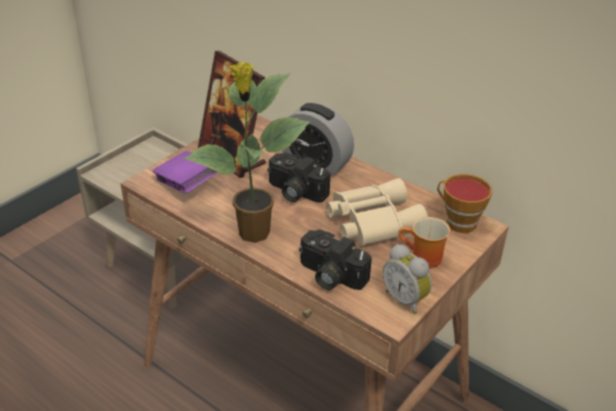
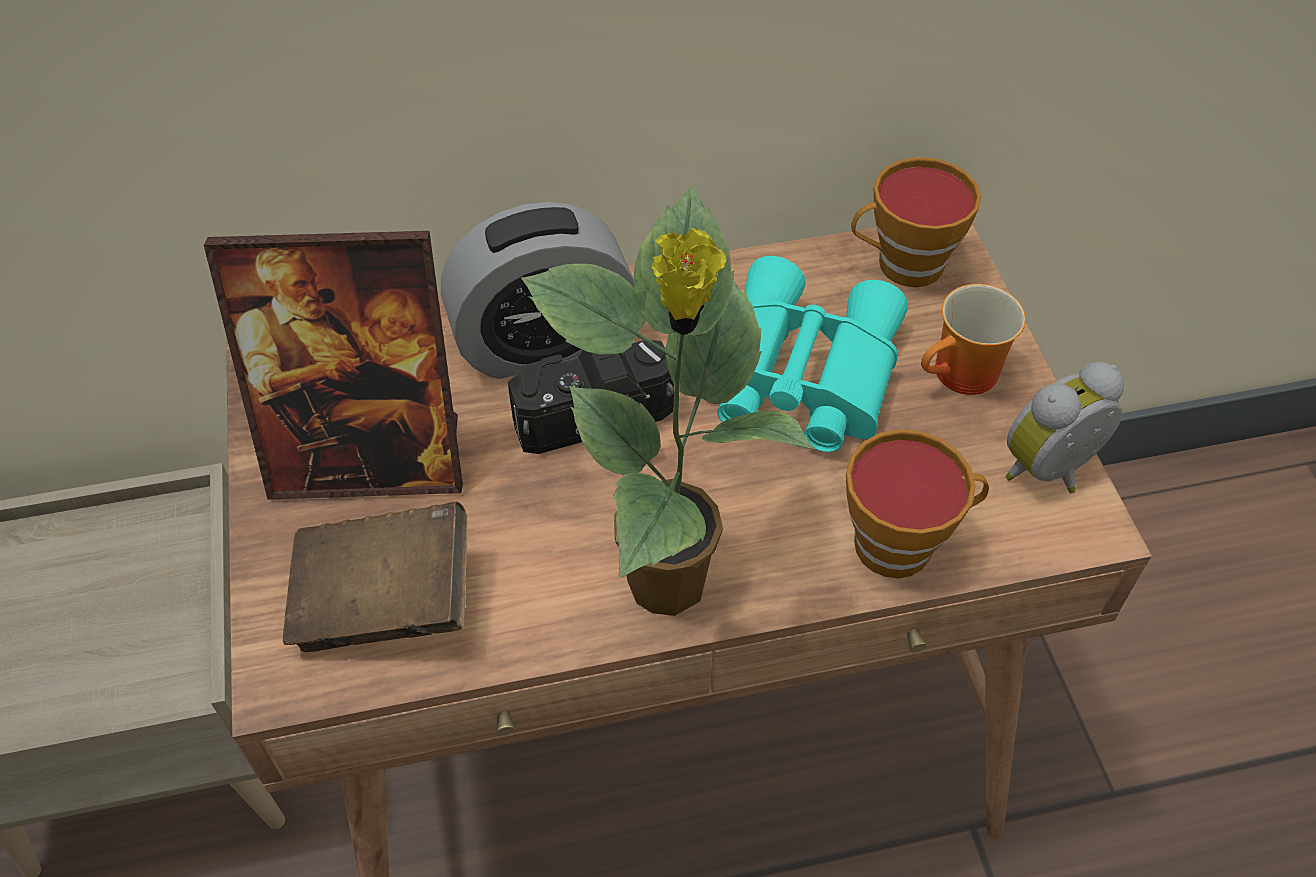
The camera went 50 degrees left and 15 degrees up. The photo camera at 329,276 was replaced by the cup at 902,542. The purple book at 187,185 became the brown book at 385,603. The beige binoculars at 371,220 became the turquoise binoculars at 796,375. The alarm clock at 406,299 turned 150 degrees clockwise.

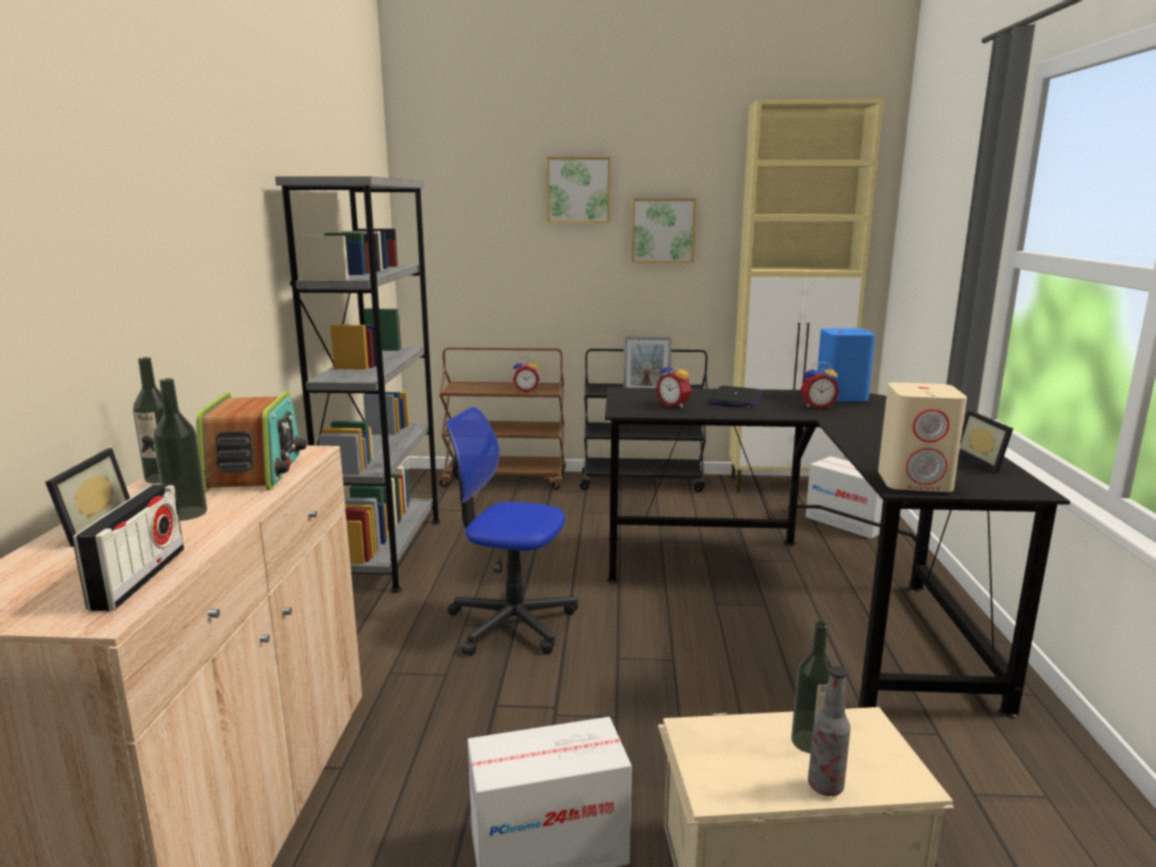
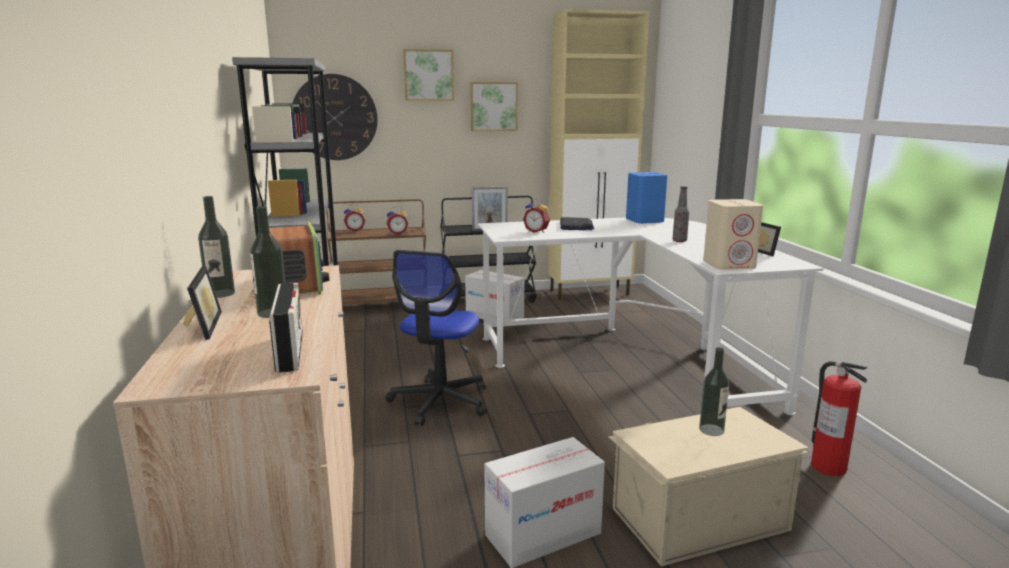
The camera went 15 degrees left and 0 degrees up. The wall clock at 334,117 appeared. The fire extinguisher at 827,466 appeared. The alarm clock moved from 817,406 to 354,230. The cardboard box moved from 847,522 to 495,316. The bottle moved from 825,786 to 679,241. The black desk at 800,591 became the white desk at 632,358. The office chair at 511,623 turned 75 degrees counterclockwise.

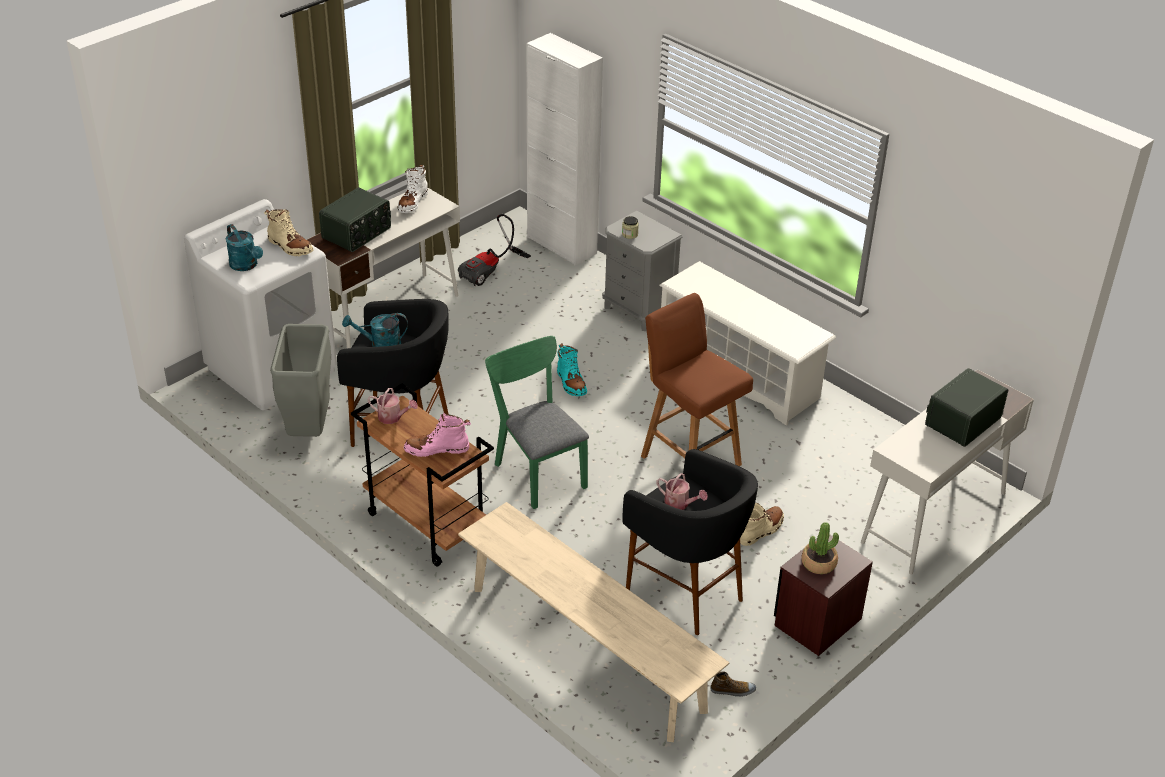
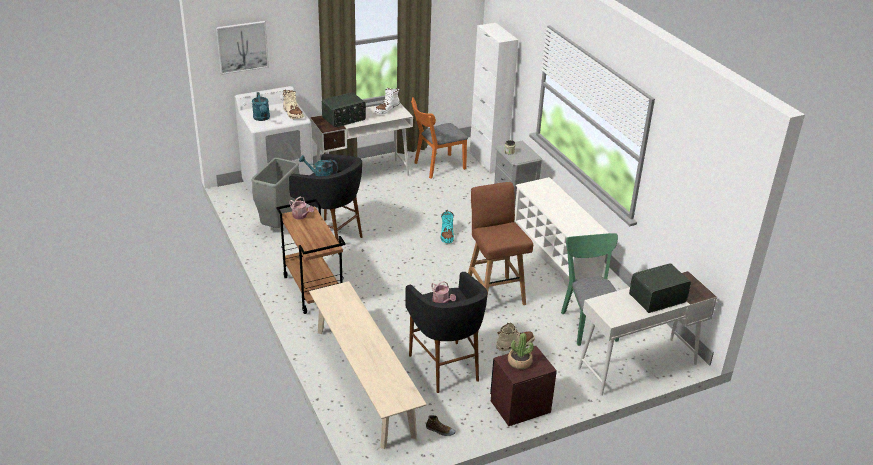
The camera went 20 degrees right and 5 degrees down. The pink boot at 437,449 disappeared. The picture at 242,47 appeared. The green chair moved from 537,471 to 588,323. The vacuum cleaner at 491,272 was replaced by the orange chair at 436,167.

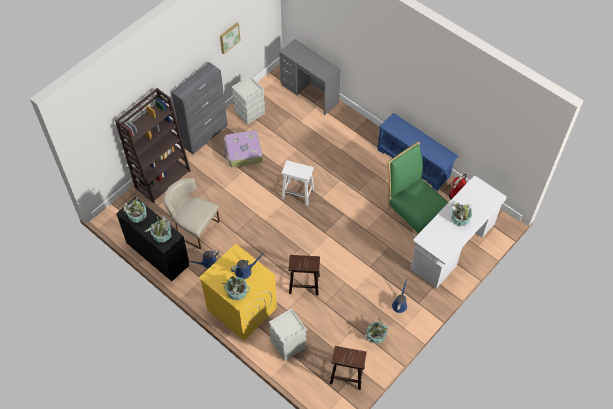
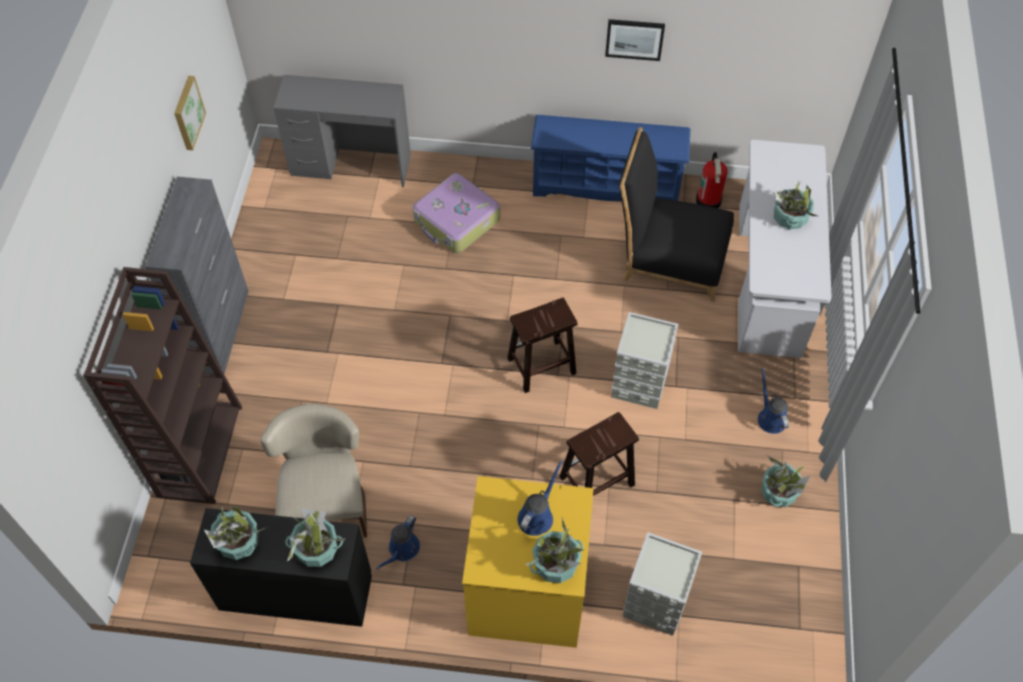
The camera went 35 degrees left and 0 degrees up. The white stool at 298,193 disappeared. The picture at 634,39 appeared. The suitcase moved from 243,152 to 456,221. The grey storage box moved from 249,112 to 639,383. The brown stool moved from 346,375 to 540,366. The green chair at 415,211 became the black chair at 668,258. The beige chair at 193,227 turned 90 degrees clockwise.

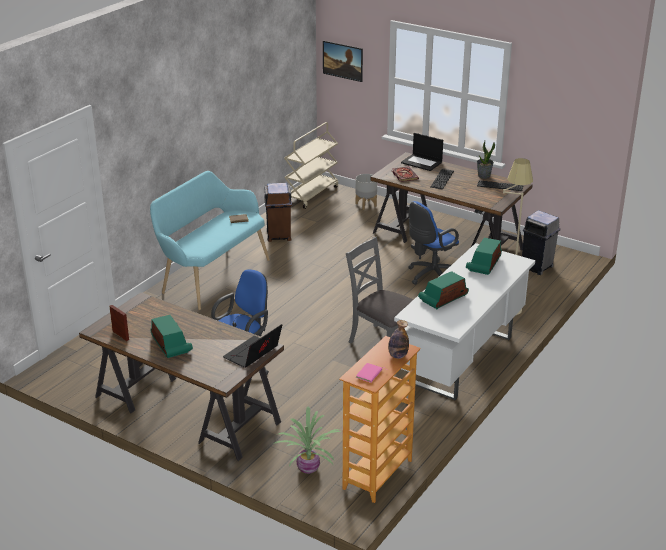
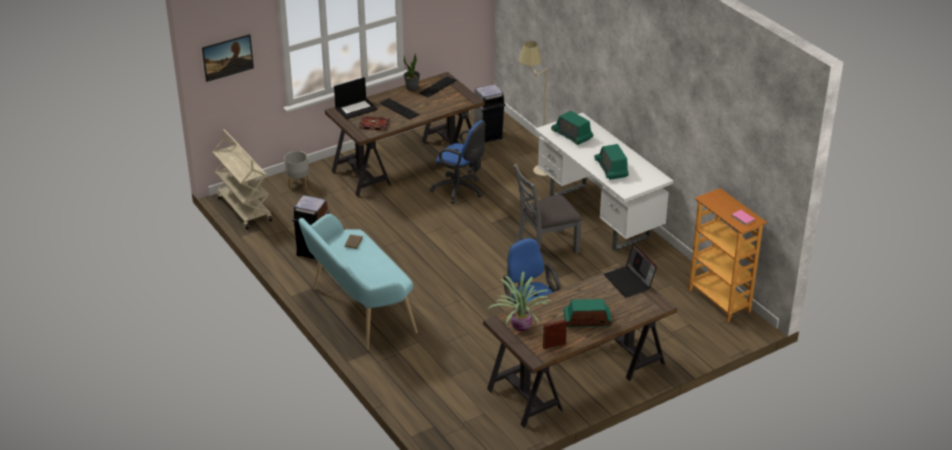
The camera went 65 degrees left and 5 degrees up. The bottle at 397,356 disappeared. The potted plant moved from 309,468 to 521,326. The blue office chair at 430,276 turned 45 degrees counterclockwise.

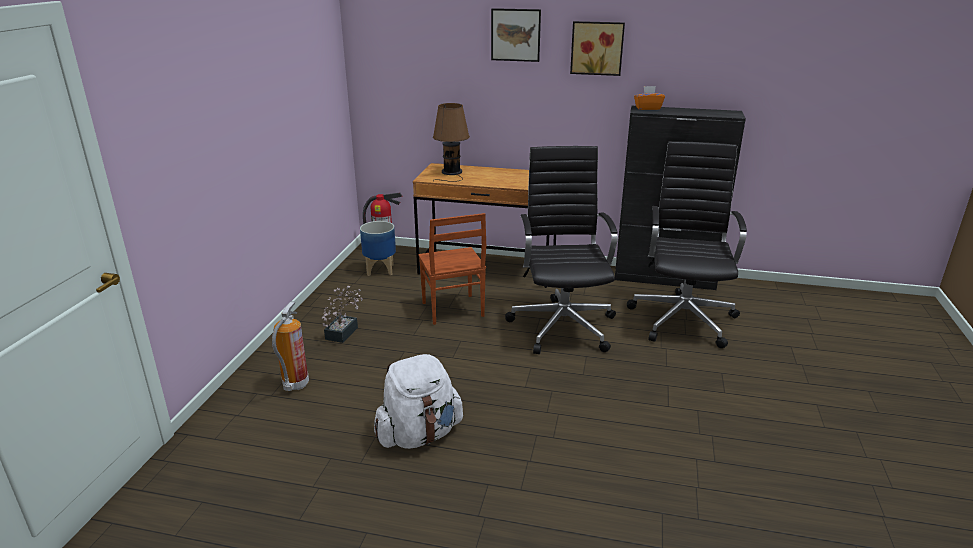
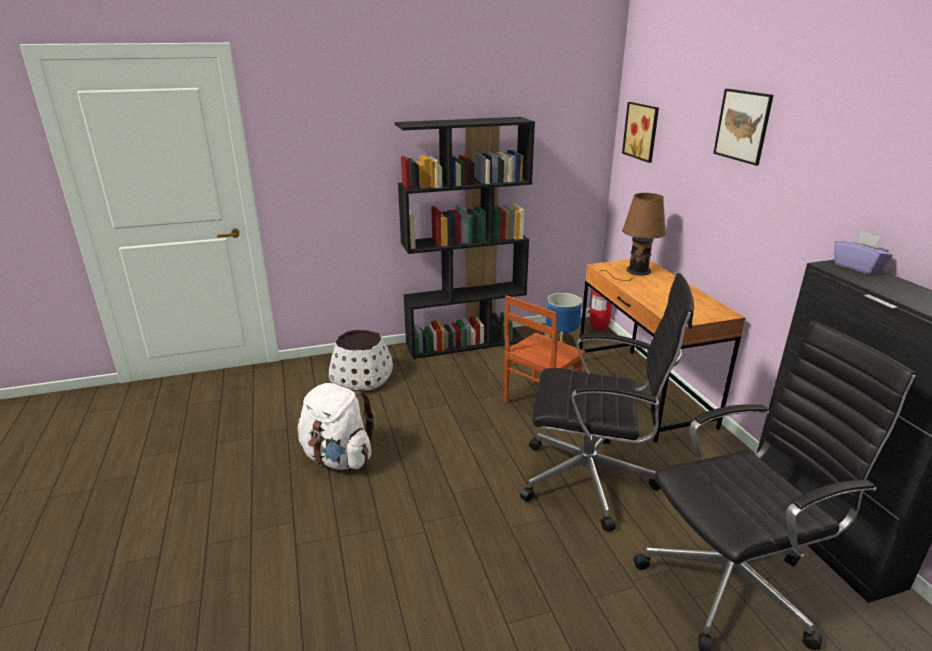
The camera went 60 degrees right and 0 degrees up. The potted plant at 344,331 disappeared. The black bookcase at 465,342 appeared. The picture moved from 597,48 to 642,131. The fire extinguisher at 295,385 was replaced by the white planter at 362,377. The orange tissue box at 647,108 became the purple tissue box at 857,267. The black office chair at 562,325 turned 45 degrees clockwise.

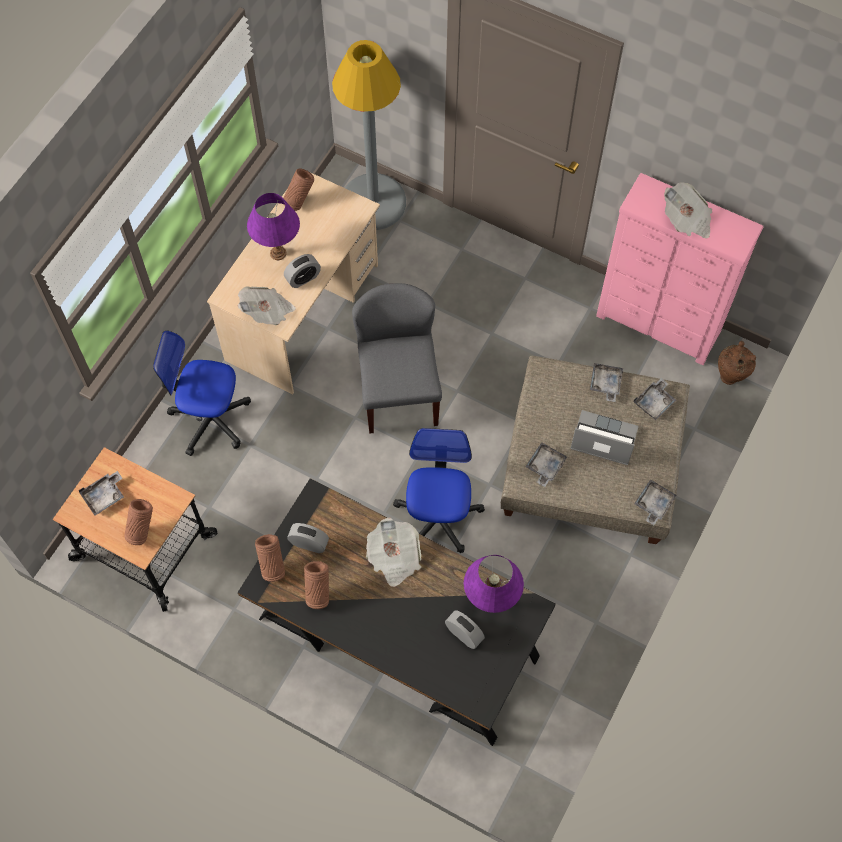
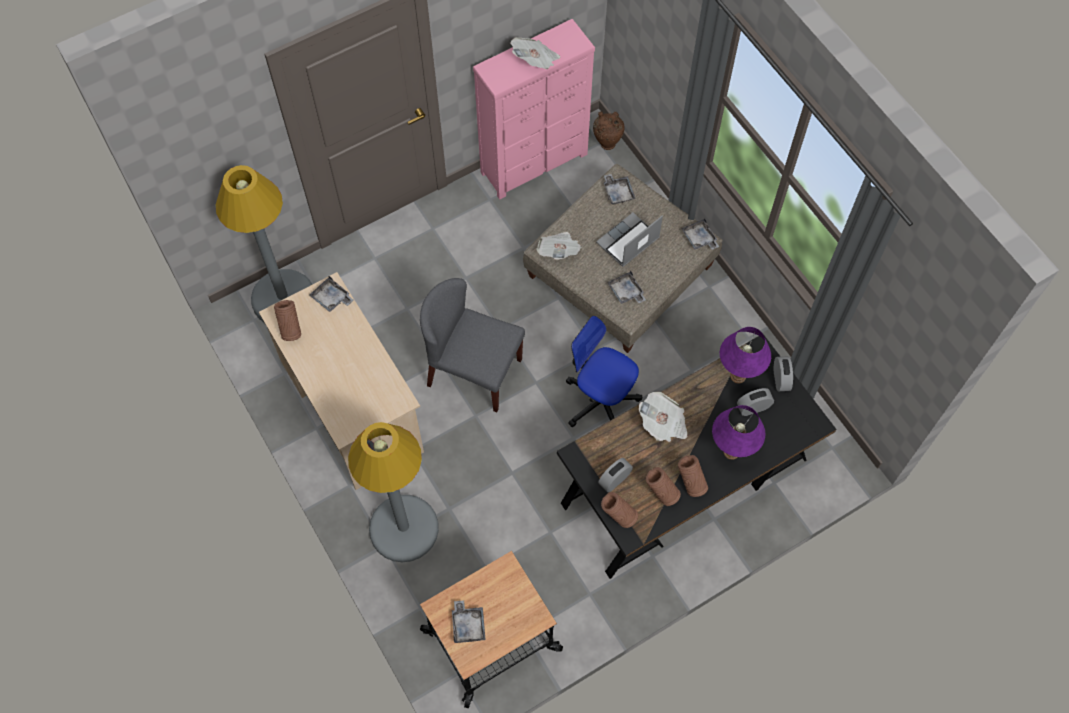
The camera went 60 degrees left and 0 degrees up. The brown vase moved from 142,530 to 690,483. The newspaper moved from 268,312 to 559,251. The purple table lamp moved from 278,253 to 731,452. The alarm clock moved from 303,278 to 780,379. The grey tray moved from 605,384 to 332,298. The office chair at 210,418 was replaced by the grey floor lamp at 403,528.

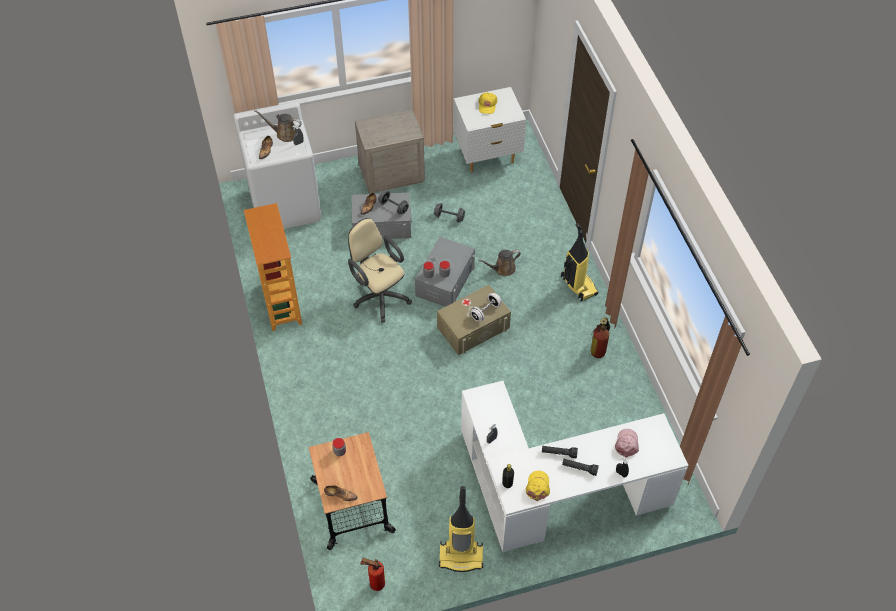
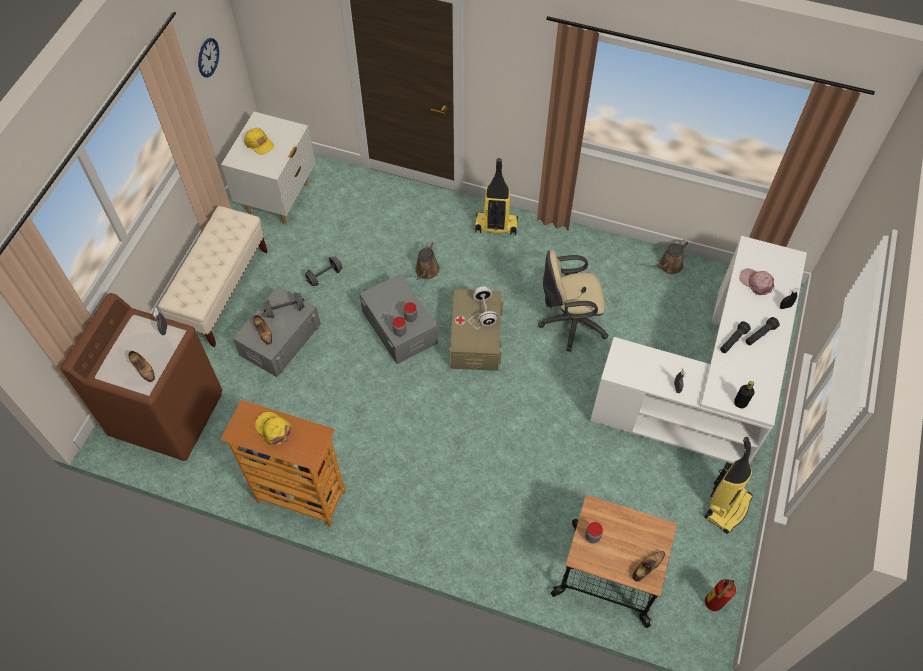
The camera went 55 degrees left and 5 degrees up. The fire extinguisher at 599,347 disappeared. The wall clock at 208,57 appeared. The brown watering can moved from 284,134 to 669,266. The beige office chair moved from 379,296 to 569,323. The yellow cap moved from 538,486 to 273,429. The beige nightstand at 391,174 was replaced by the beige bench at 222,291. The white washing machine at 286,205 became the brown washing machine at 168,414.

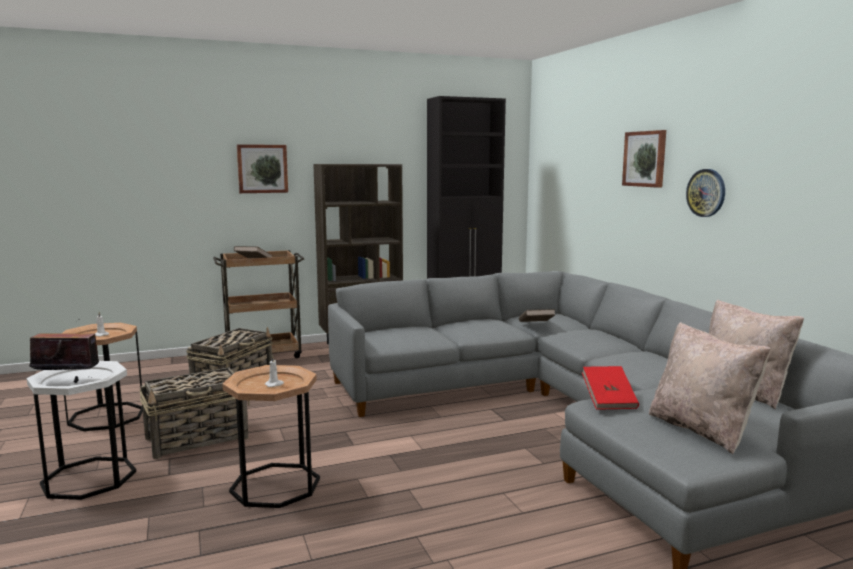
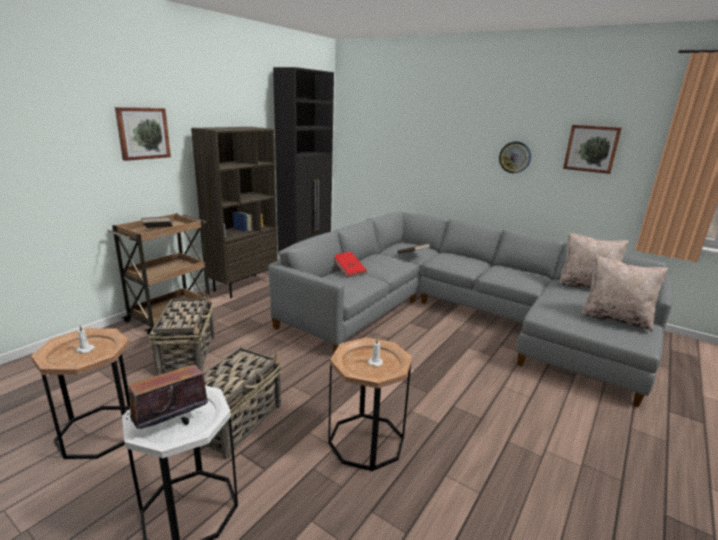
The camera went 35 degrees left and 10 degrees up. The red book moved from 609,400 to 349,271. The picture moved from 645,159 to 591,148.

